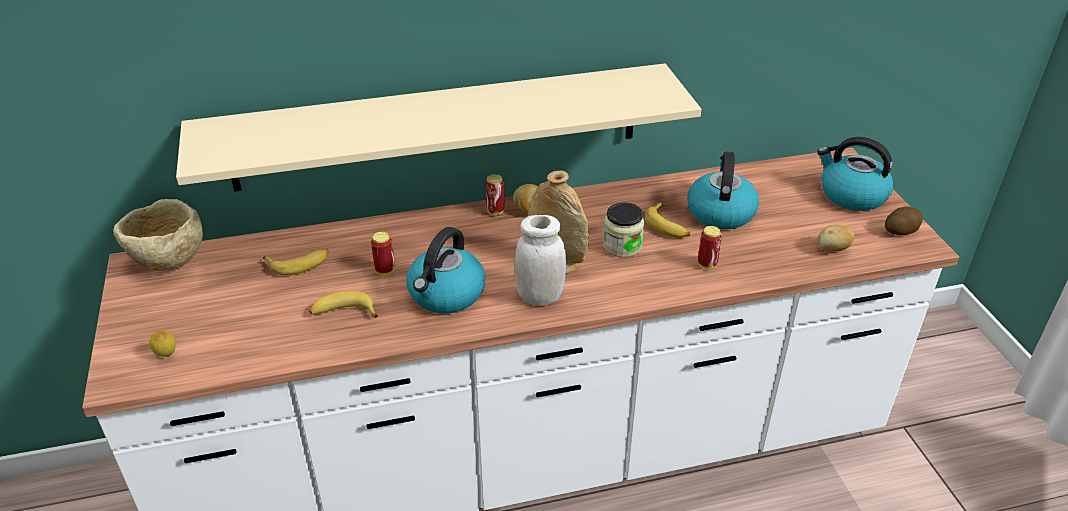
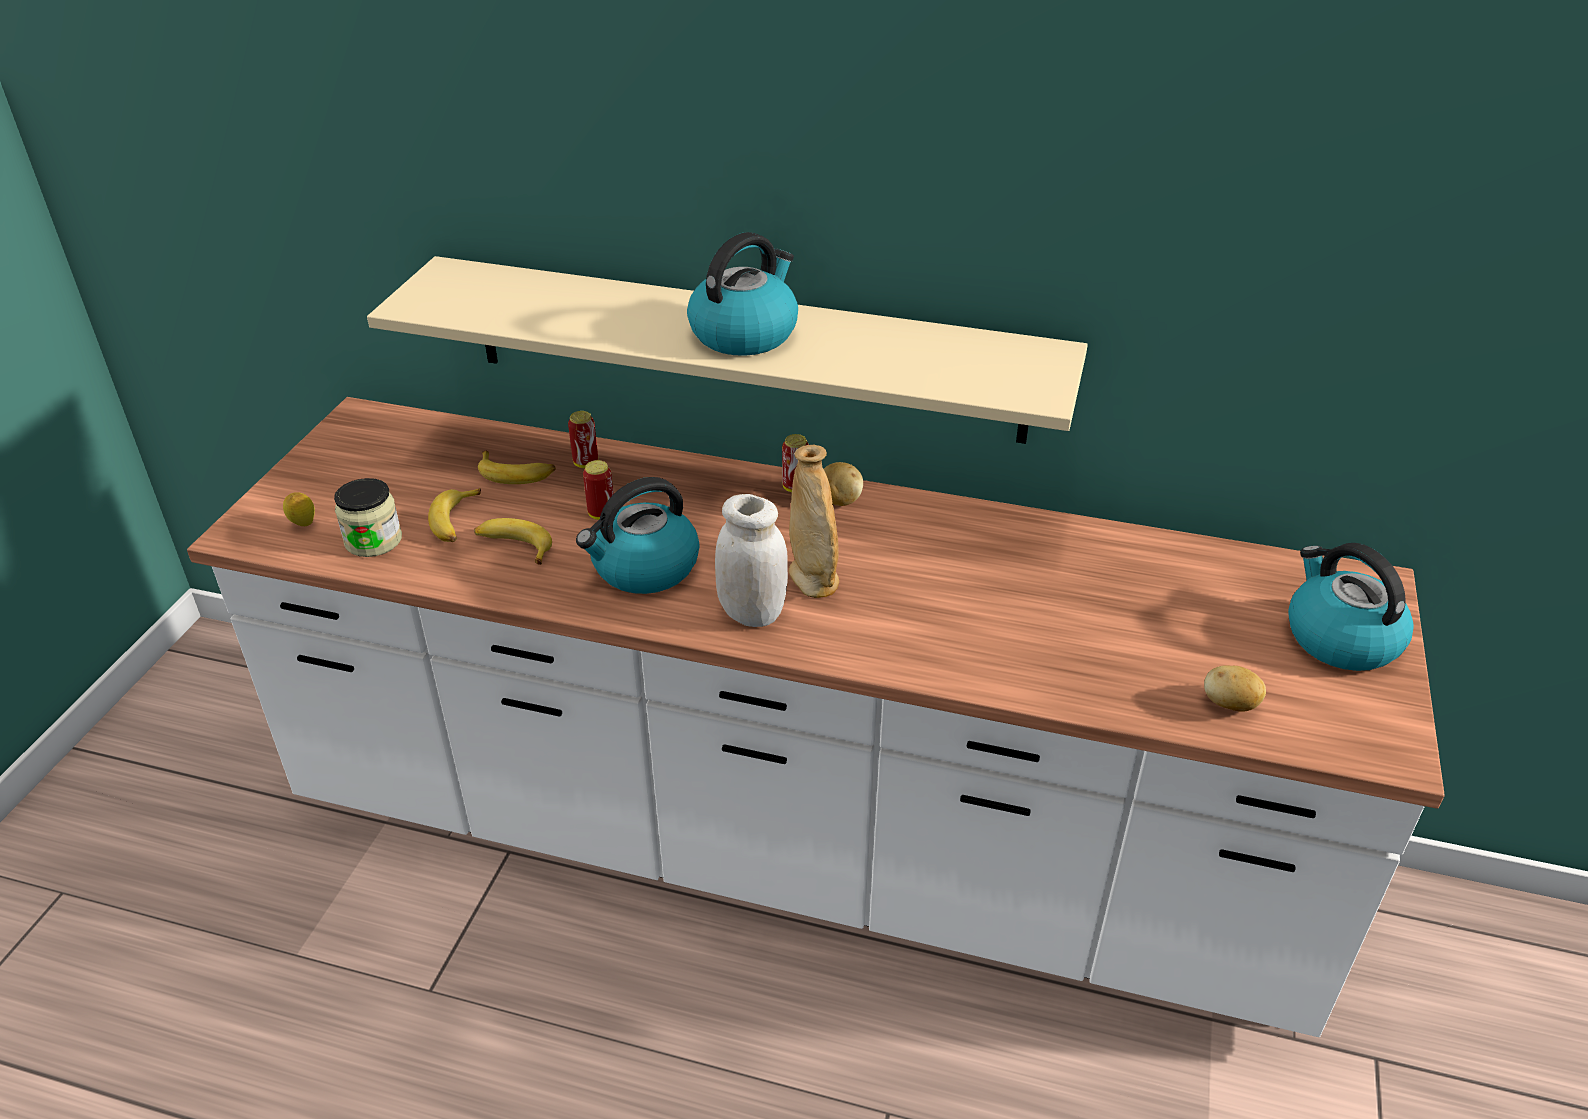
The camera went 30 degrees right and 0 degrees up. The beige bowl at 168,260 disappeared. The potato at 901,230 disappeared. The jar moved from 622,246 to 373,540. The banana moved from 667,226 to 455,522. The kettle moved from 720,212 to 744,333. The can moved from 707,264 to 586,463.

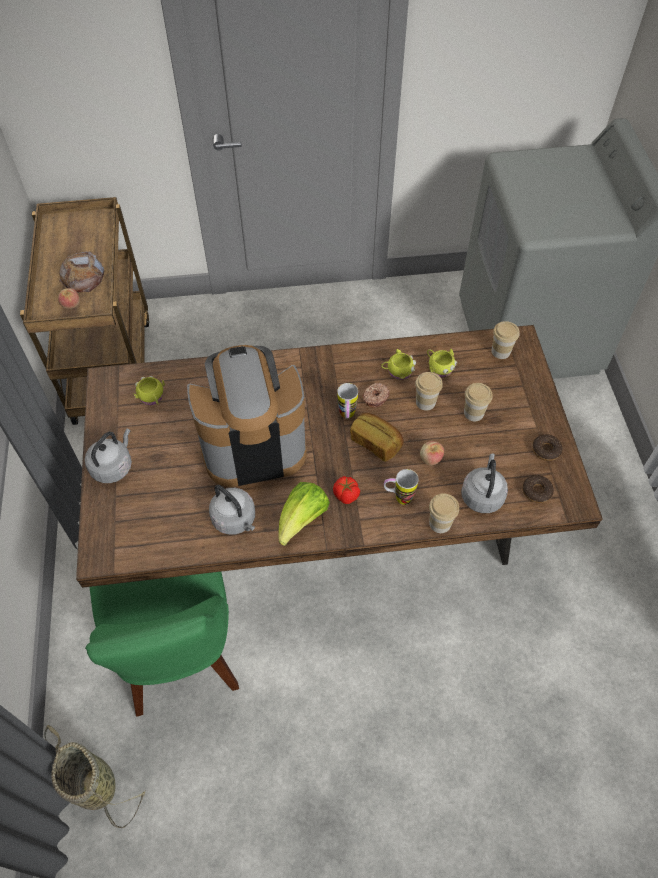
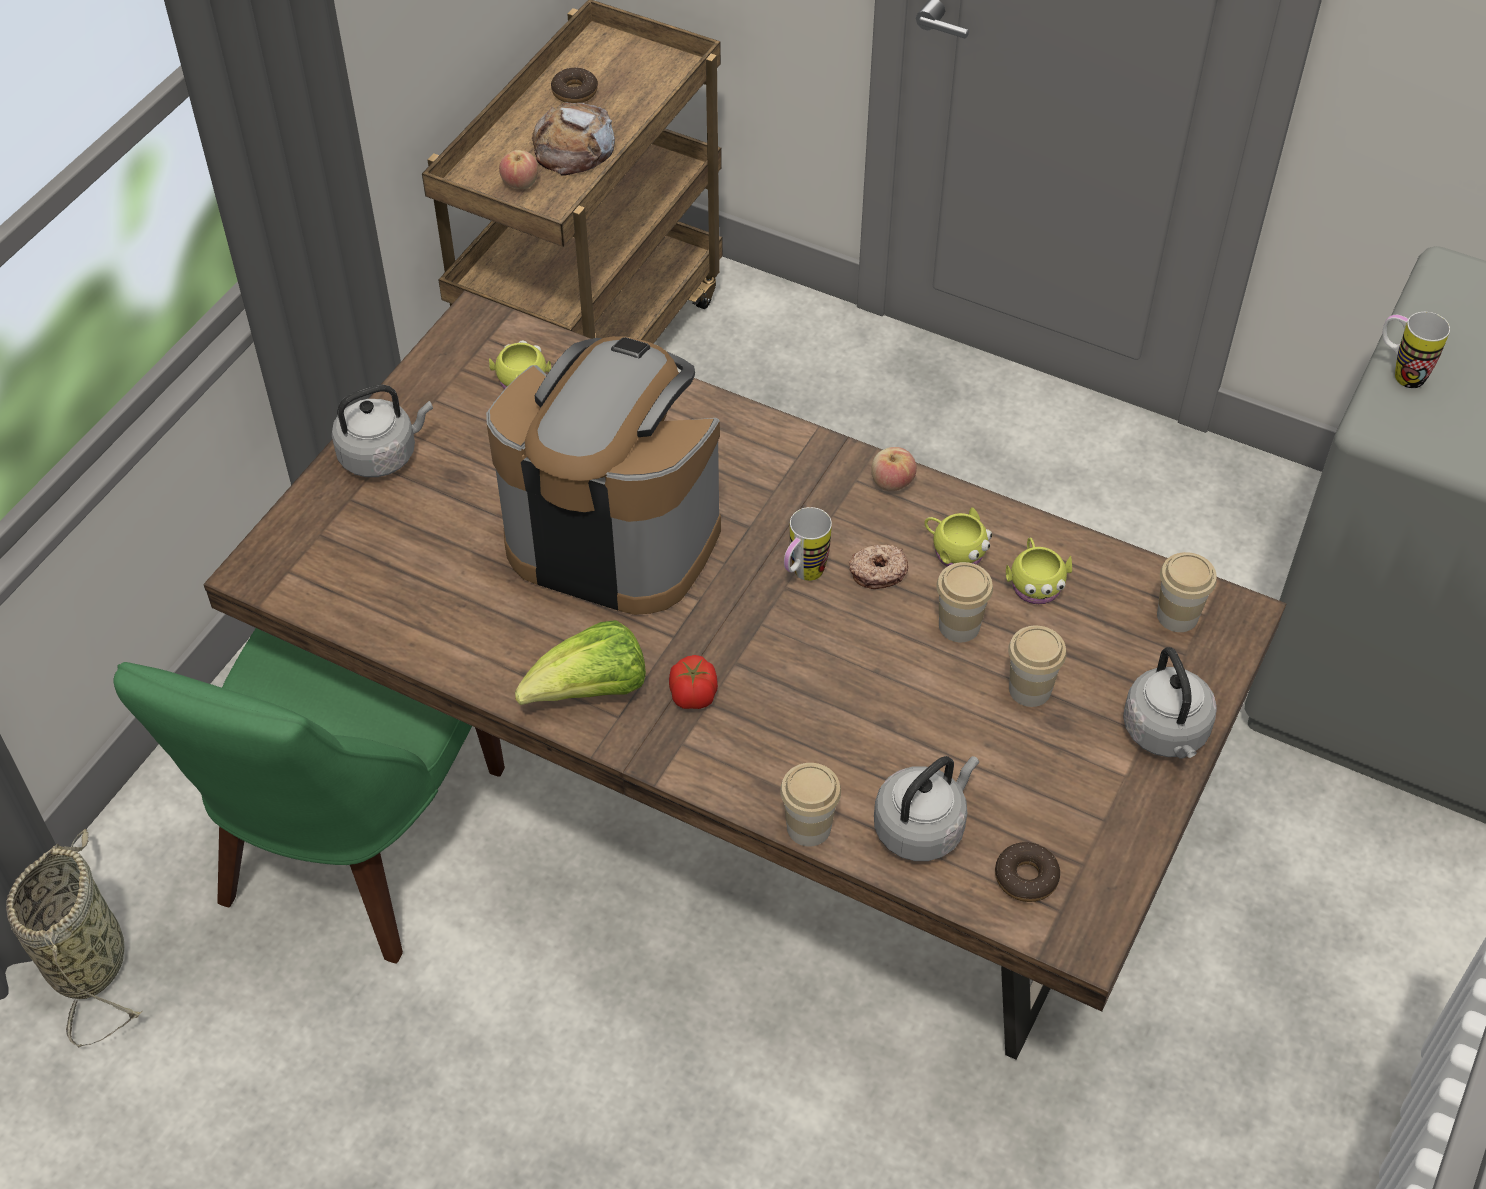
The camera went 35 degrees right and 5 degrees down. The bread at 376,442 disappeared. The grey kettle moved from 235,520 to 1166,734. The mug moved from 398,498 to 1400,373. The apple moved from 430,459 to 892,482. The donut moved from 546,450 to 574,92.

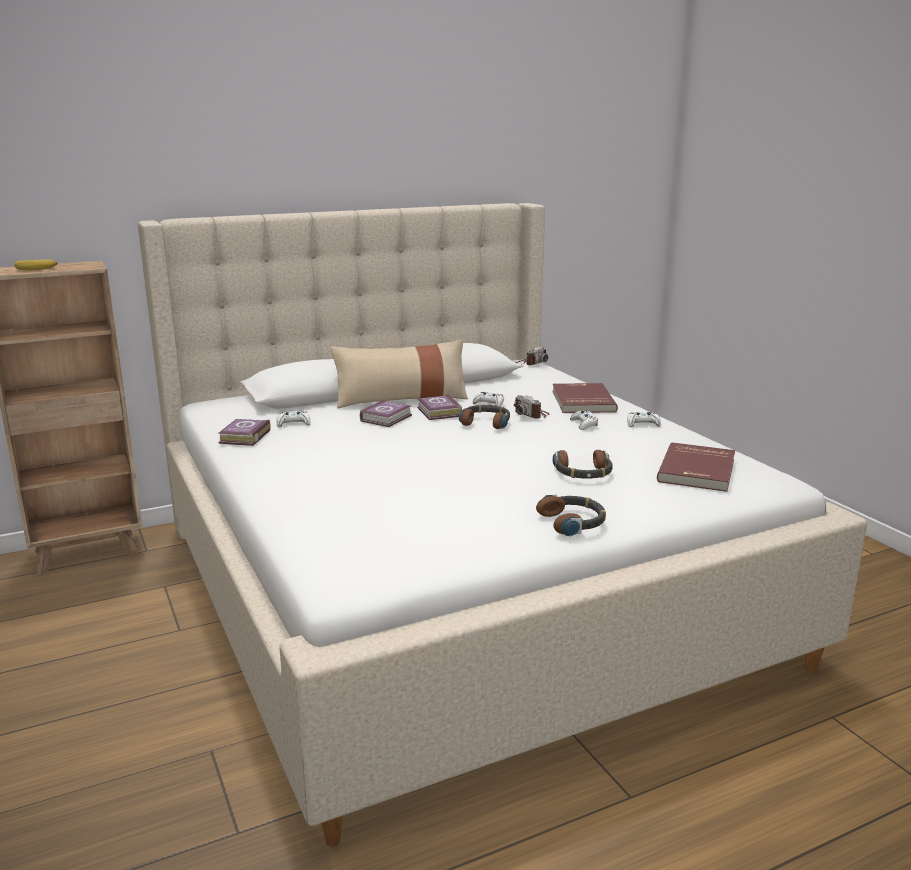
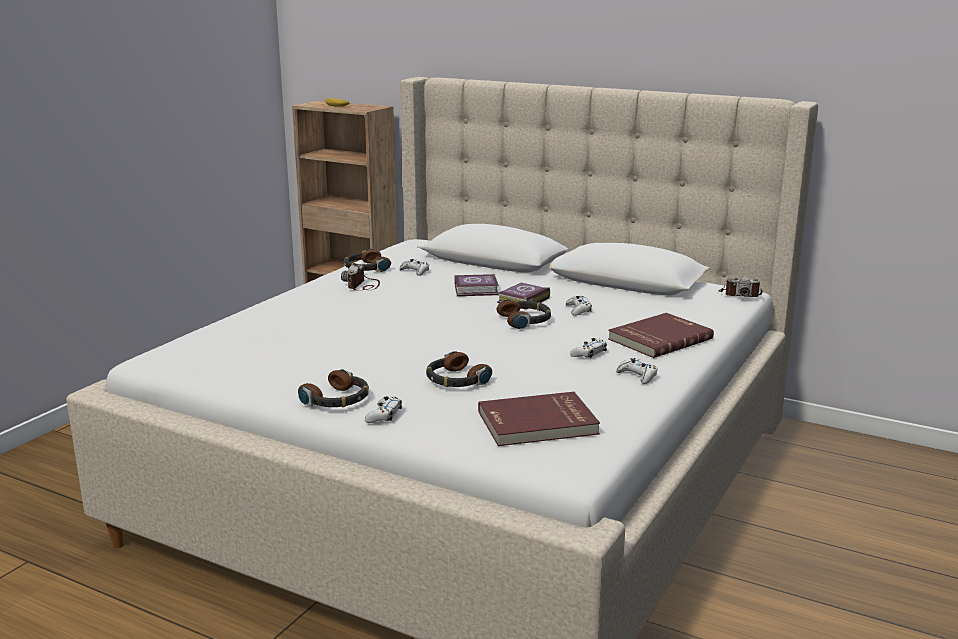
The camera went 55 degrees right and 0 degrees up. The beige pillow at 401,399 disappeared. The white game controller at 384,415 appeared. The photo camera moved from 531,414 to 363,286. The book at 243,437 was replaced by the headphones at 366,268.

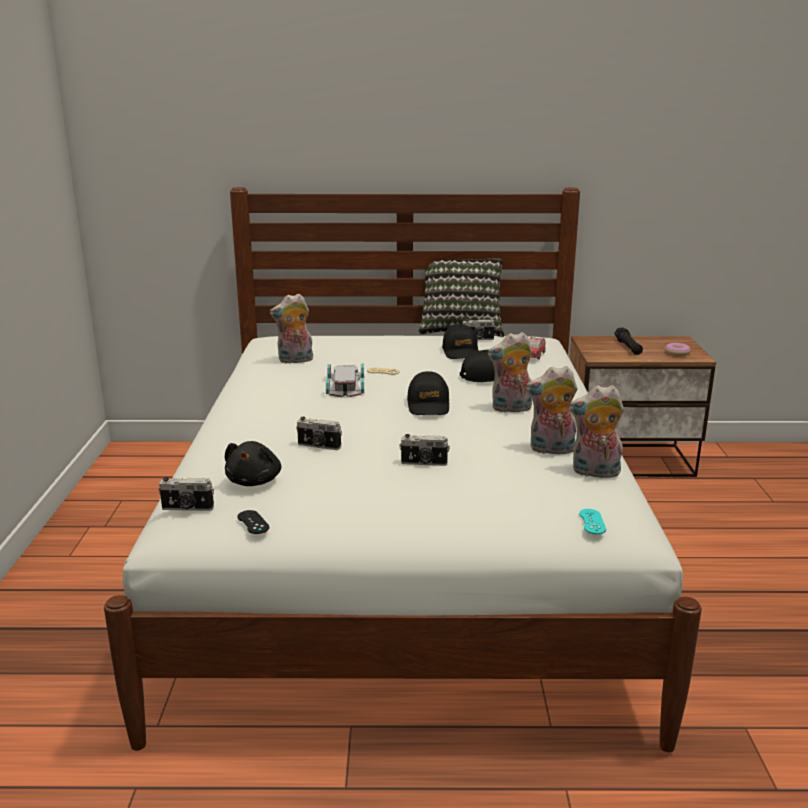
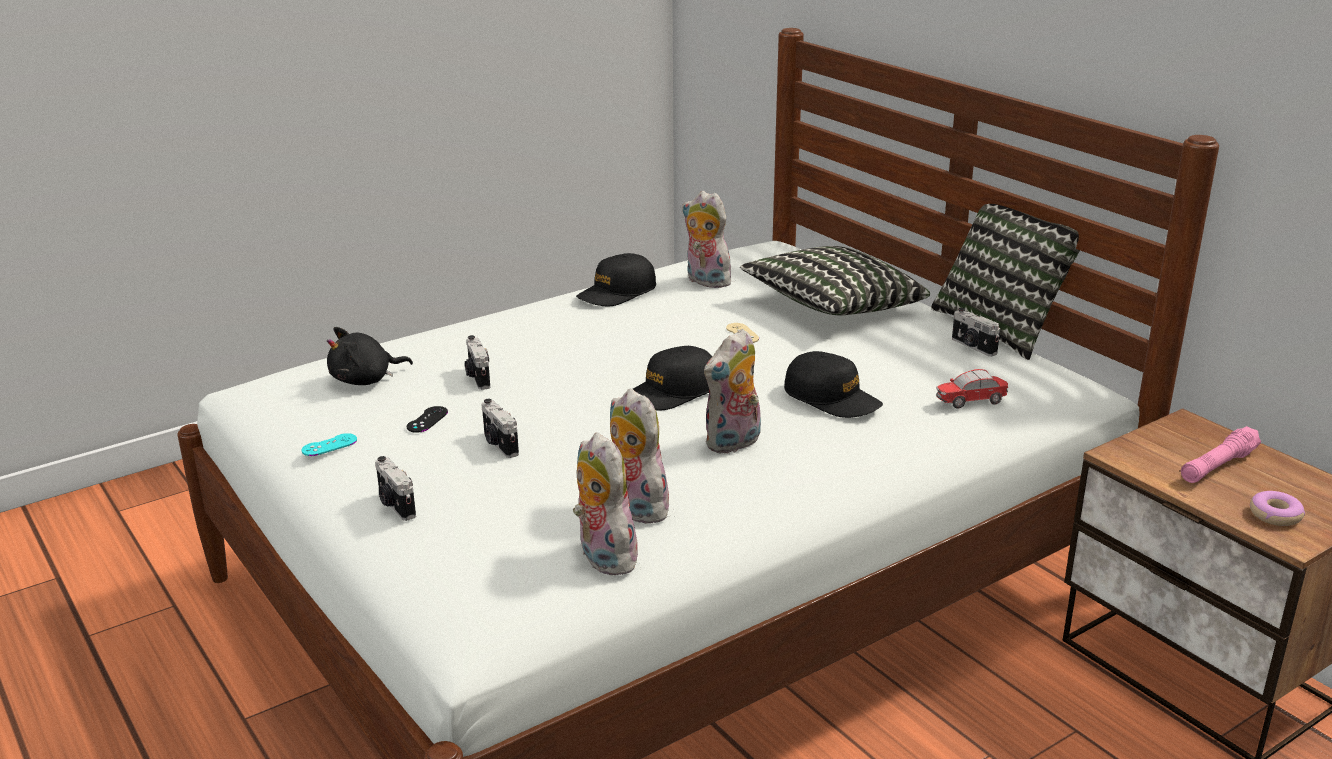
The camera went 55 degrees right and 5 degrees up. The white toy car at 346,385 disappeared. The pillow at 832,308 appeared. The photo camera moved from 187,508 to 395,505. The black game controller moved from 253,522 to 427,420. The black cap moved from 461,352 to 617,293. The turquoise game controller moved from 592,522 to 329,445. The black flashlight at 628,347 became the pink flashlight at 1217,466. The plush toy at 511,409 turned 90 degrees counterclockwise.

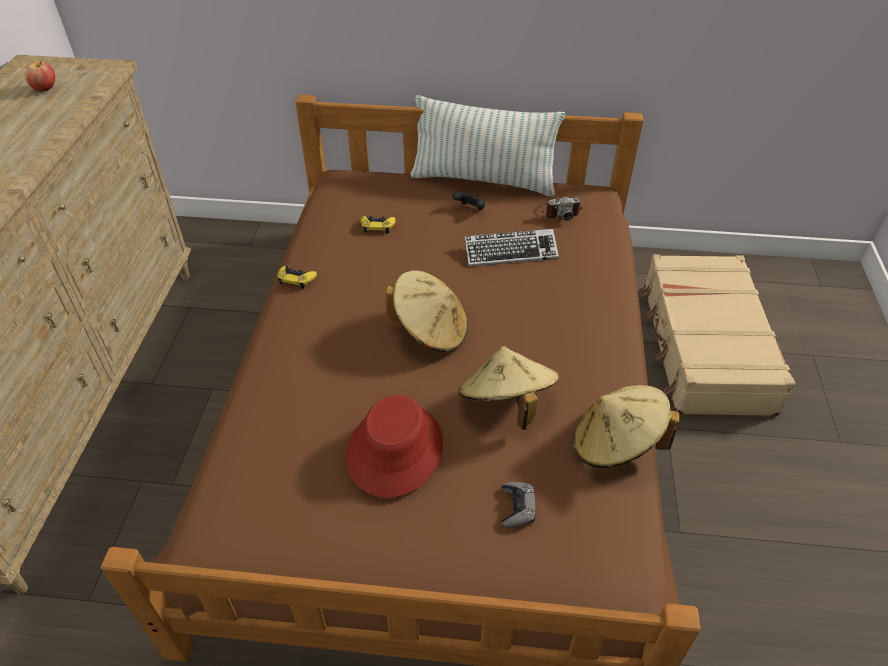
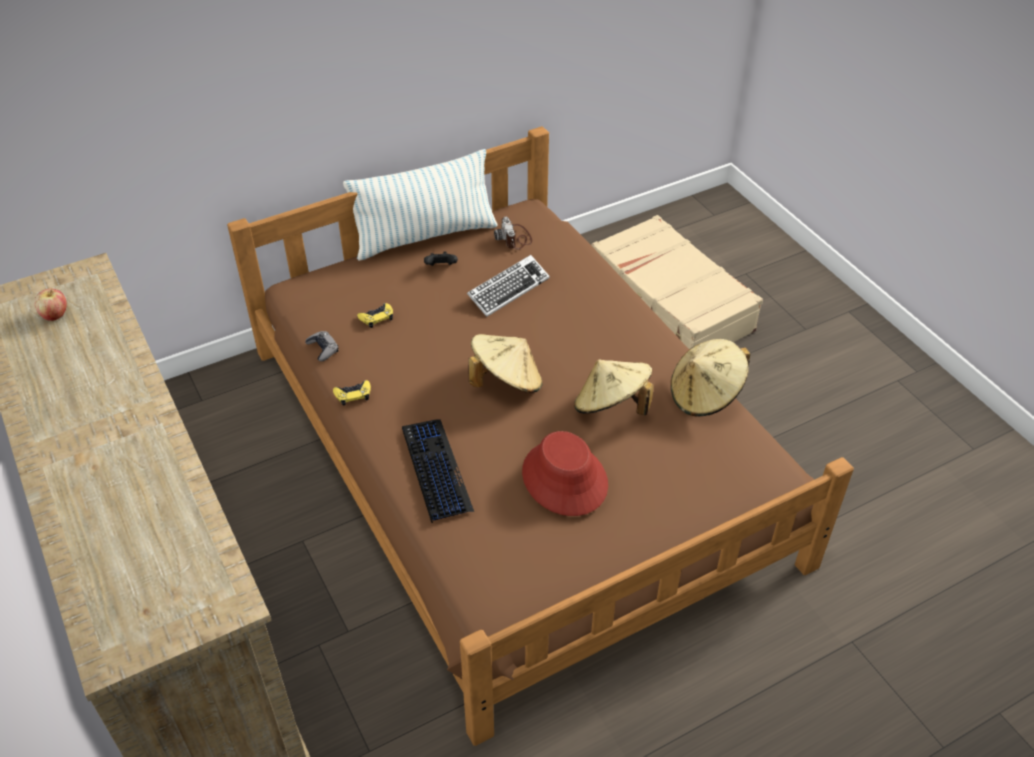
The camera went 35 degrees left and 0 degrees up. The keyboard at 435,470 appeared. The grey game controller moved from 517,507 to 323,348. The photo camera at 558,212 turned 120 degrees clockwise.

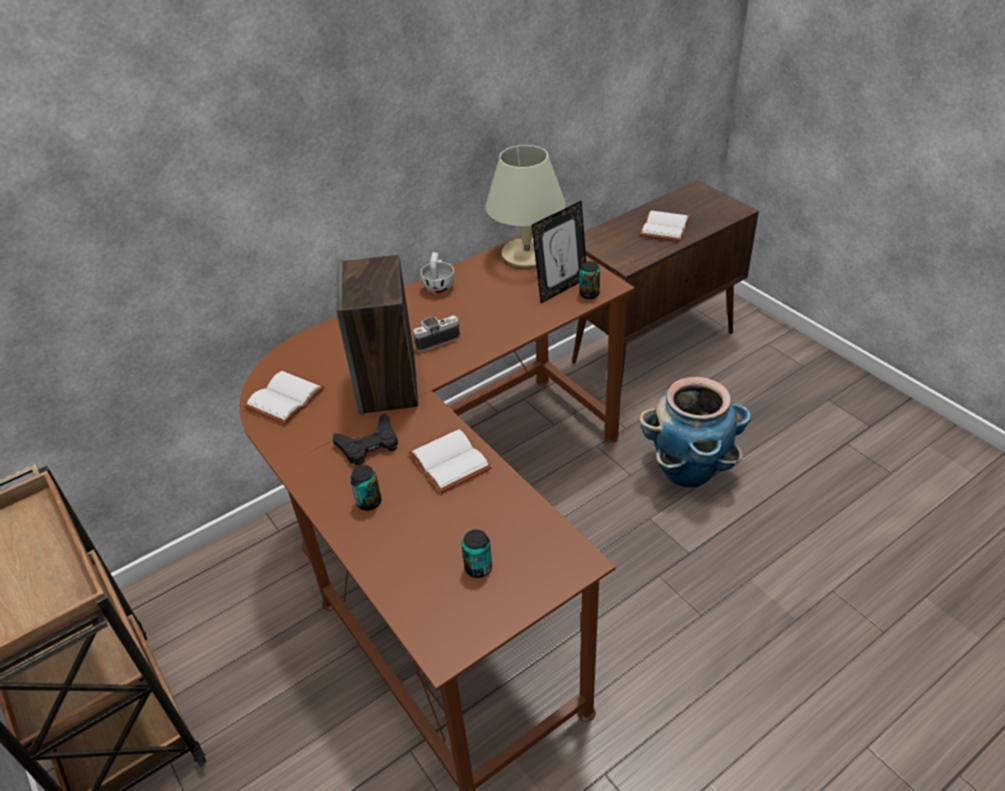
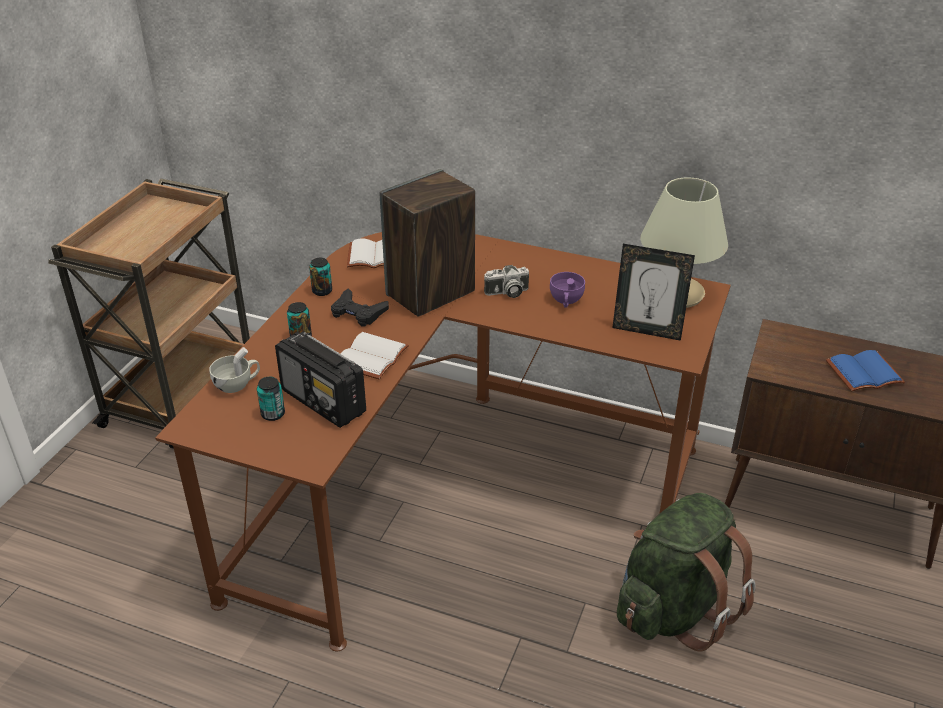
The camera went 55 degrees right and 5 degrees down. The radio at 324,402 appeared. The purple cup at 566,301 appeared. The white cup moved from 439,285 to 237,384. The can moved from 589,294 to 322,291. The planter at 688,470 was replaced by the green backpack at 674,609. The white book at 663,227 became the blue book at 864,372. The photo camera at 436,339 turned 135 degrees clockwise.

